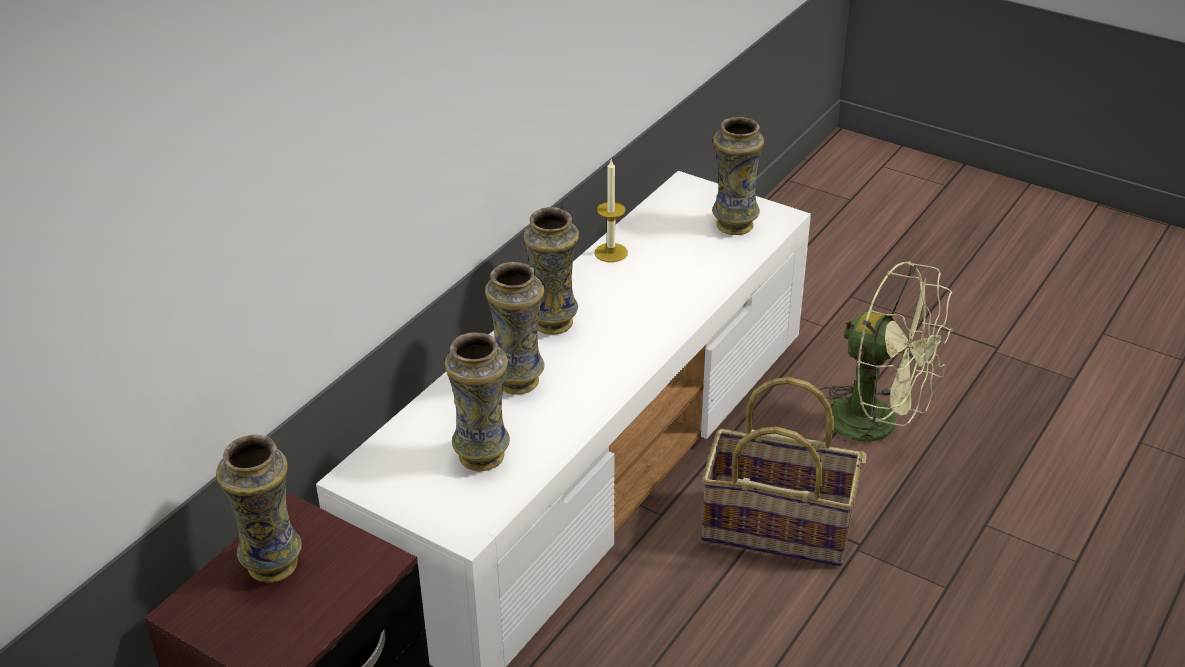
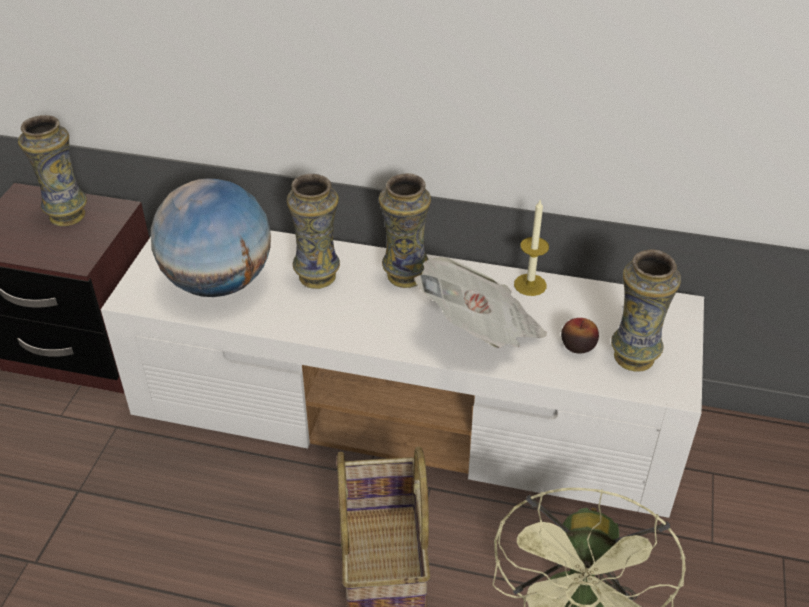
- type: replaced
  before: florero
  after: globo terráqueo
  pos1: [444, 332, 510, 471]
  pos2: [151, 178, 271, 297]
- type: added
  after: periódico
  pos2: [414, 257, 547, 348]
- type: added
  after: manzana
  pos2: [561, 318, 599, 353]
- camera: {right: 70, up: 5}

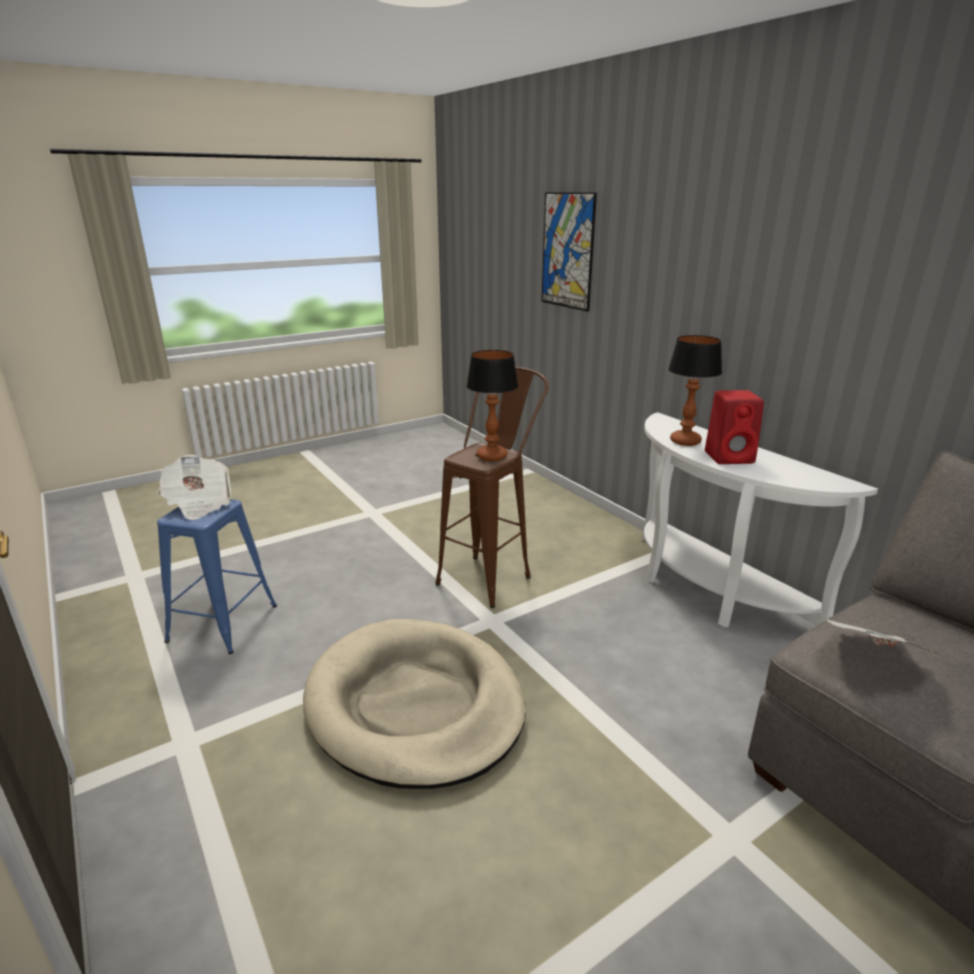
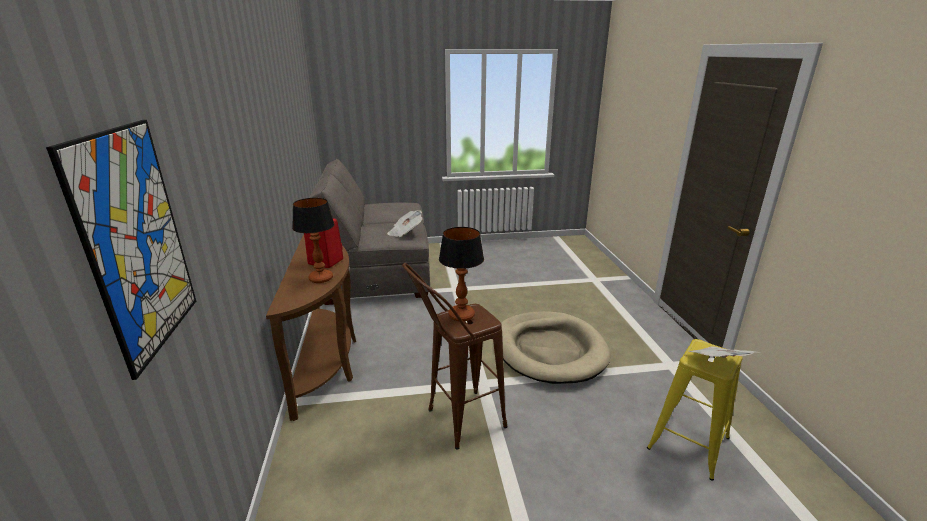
- type: recoloured
  before: taburete/azul
  after: taburete/amarillo
  pos1: [157, 499, 277, 654]
  pos2: [647, 339, 743, 481]
- type: recoloured
  before: mesa consola/blanco
  after: mesa consola/marrón
  pos1: [642, 412, 878, 627]
  pos2: [266, 235, 356, 421]
- camera: {right: -155, up: 0}

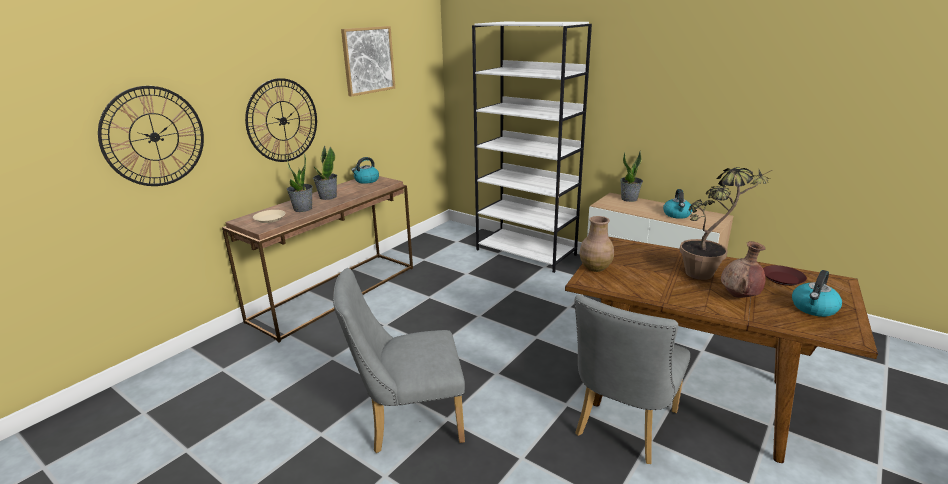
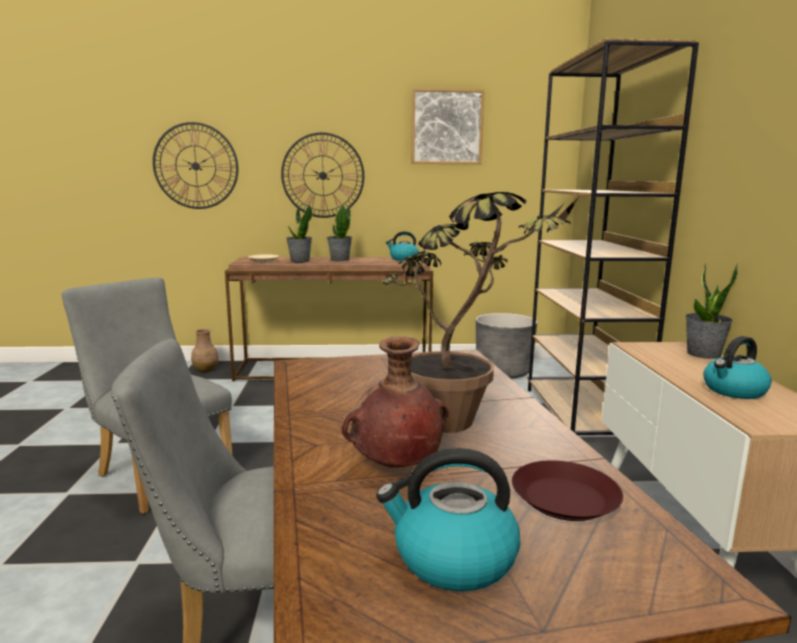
- type: recoloured
  before: estantería/blanco
  after: estantería/marrón
  pos1: [472, 22, 592, 273]
  pos2: [528, 38, 699, 435]
- type: moved
  before: florero/marrón
  pos1: [580, 216, 614, 272]
  pos2: [191, 329, 219, 372]
- type: added
  after: maceta/gris
  pos2: [476, 313, 537, 379]
- camera: {right: 50, up: -10}

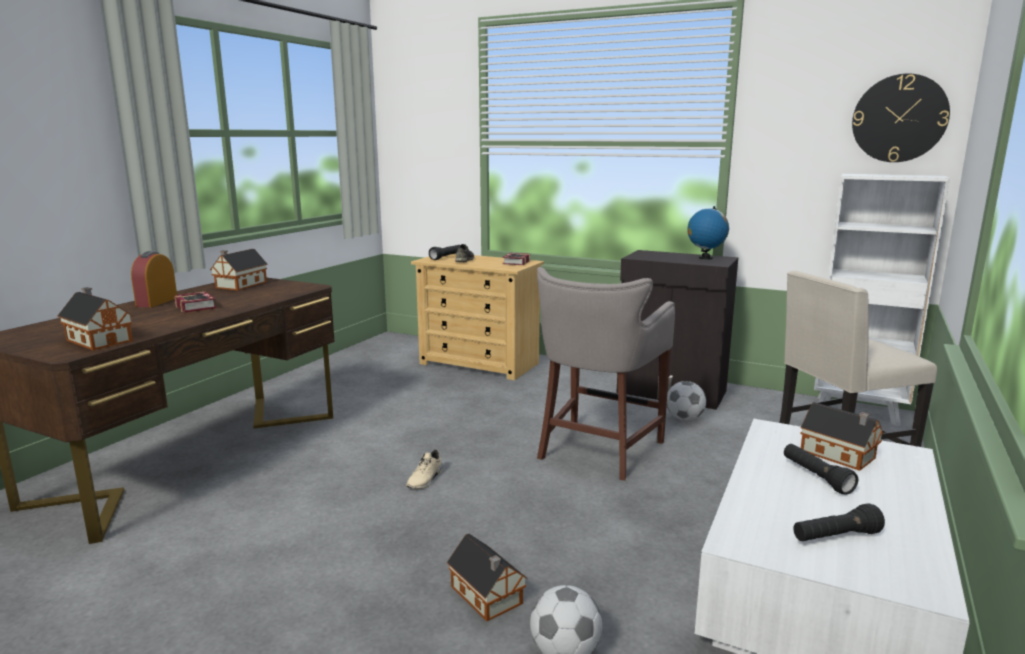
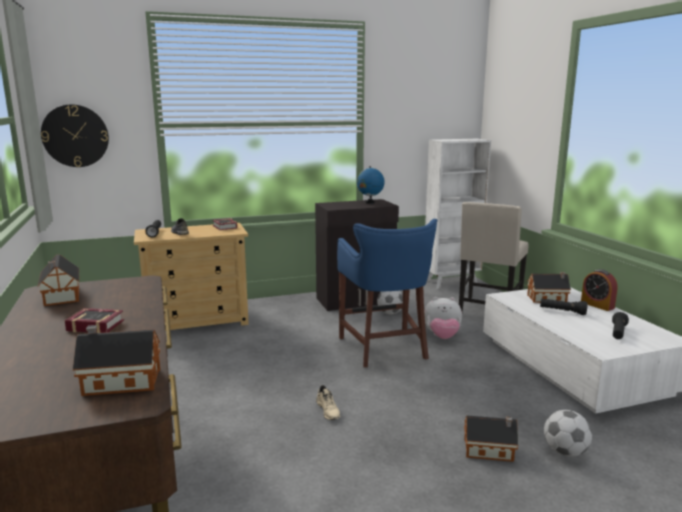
- type: moved
  before: despertador
  pos1: [131, 251, 177, 308]
  pos2: [581, 269, 618, 311]
- type: recoloured
  before: taburete/gris
  after: taburete/azul
  pos1: [537, 267, 675, 481]
  pos2: [337, 219, 437, 367]
- type: moved
  before: reloj de pared
  pos1: [852, 73, 950, 162]
  pos2: [41, 104, 109, 167]
- type: added
  after: peluche
  pos2: [424, 297, 462, 339]
- camera: {right: -45, up: 0}

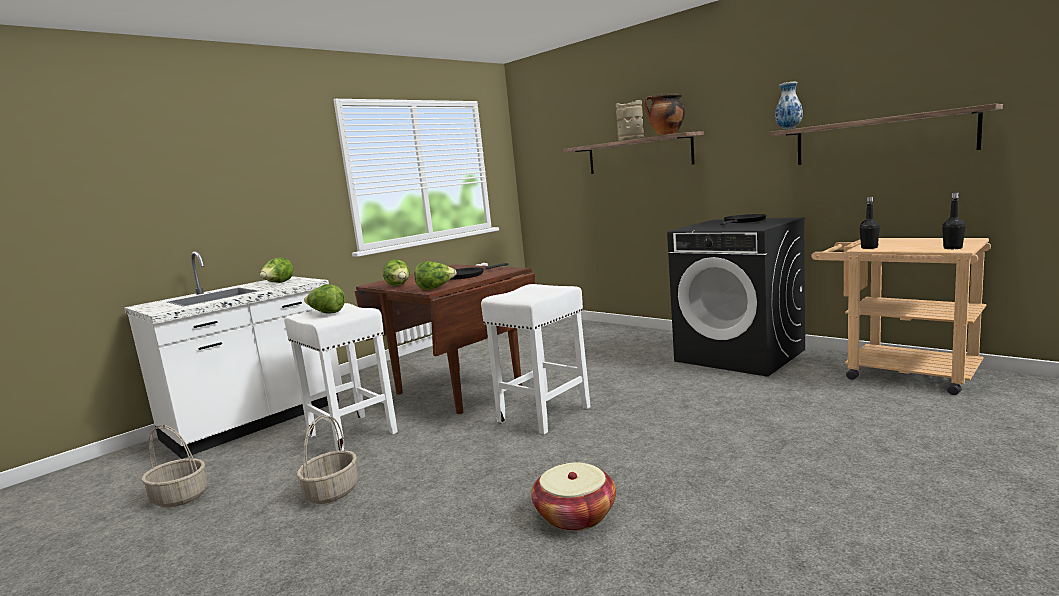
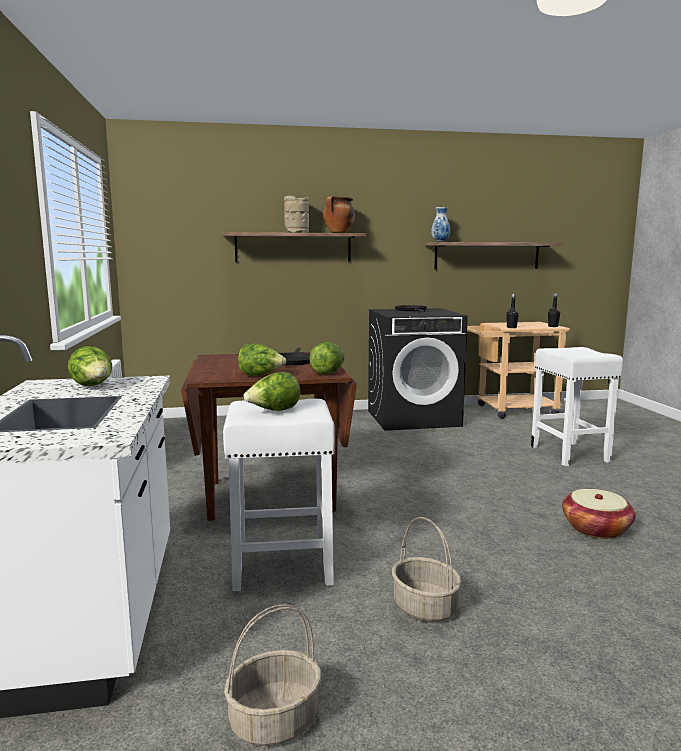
- type: moved
  before: taburete/blanco
  pos1: [481, 284, 591, 434]
  pos2: [531, 347, 623, 466]
- camera: {right: -55, up: 0}

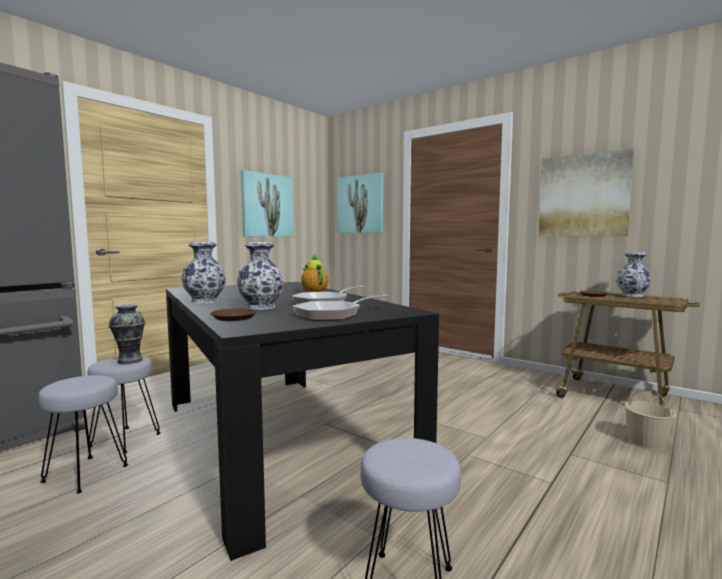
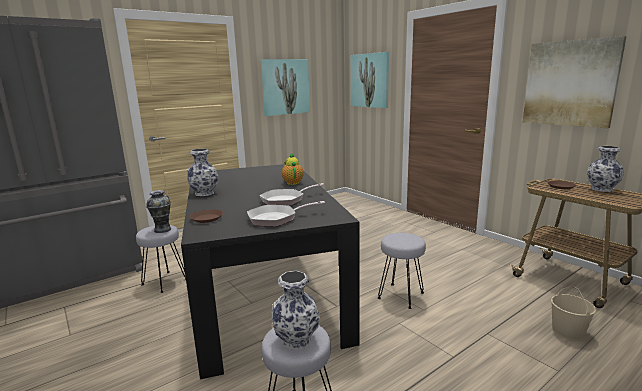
- type: moved
  before: taburete/gris
  pos1: [38, 375, 128, 494]
  pos2: [378, 233, 426, 309]
- type: moved
  before: florero
  pos1: [237, 242, 284, 310]
  pos2: [271, 271, 320, 350]
- camera: {right: 15, up: 10}

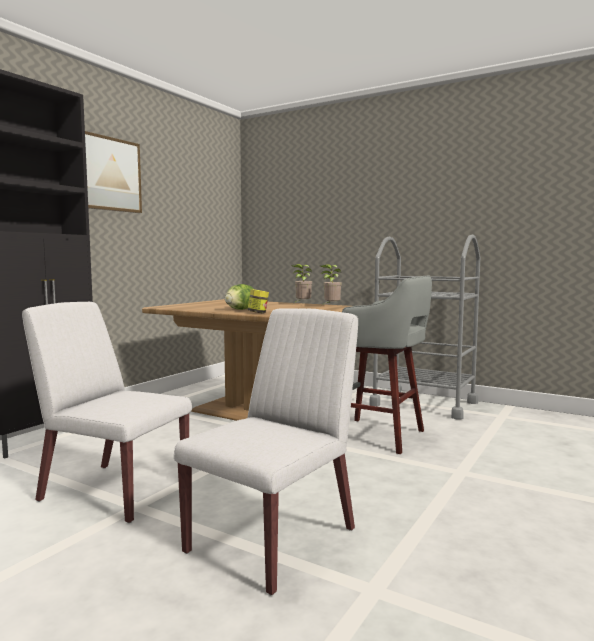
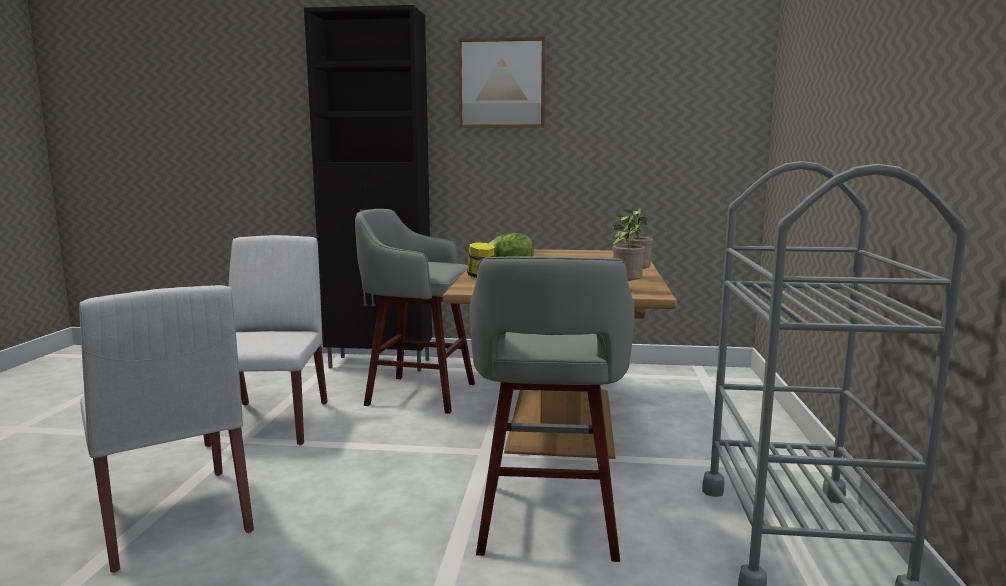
- type: turned
  before: silla/blanco
  pos1: [174, 308, 358, 595]
  pos2: [79, 285, 254, 573]
  turn: 45
- type: added
  after: taburete/gris
  pos2: [355, 209, 475, 414]
- camera: {right: 65, up: 5}

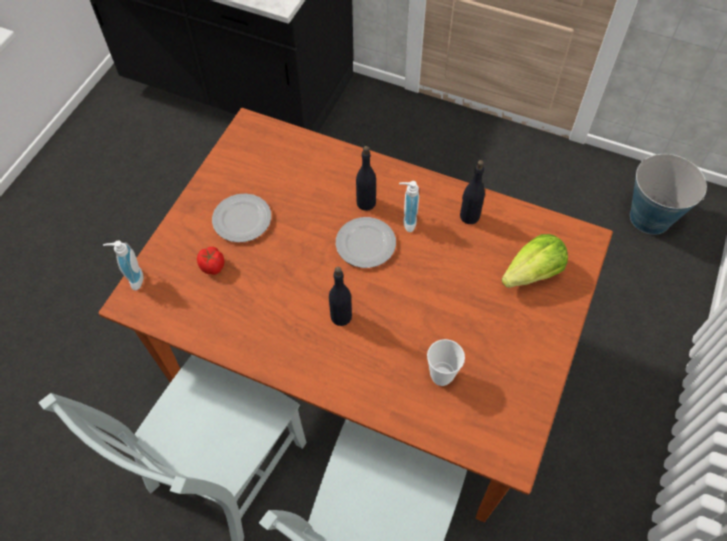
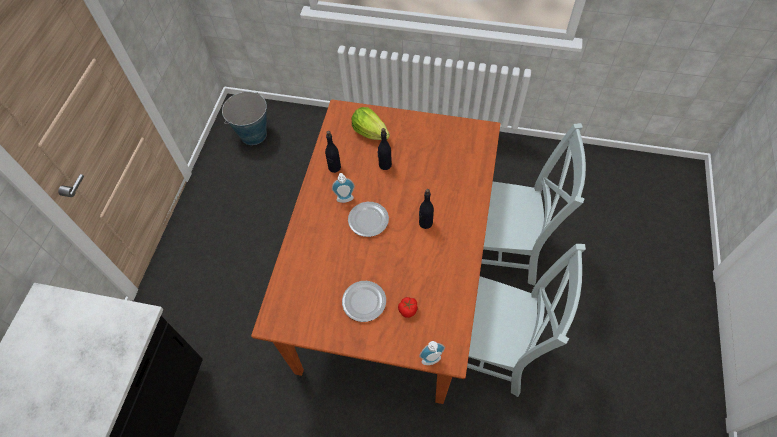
- type: moved
  before: botella/negro
  pos1: [356, 146, 376, 211]
  pos2: [378, 128, 392, 170]
- type: removed
  before: taza
  pos1: [427, 339, 465, 386]
- camera: {right: -100, up: 0}

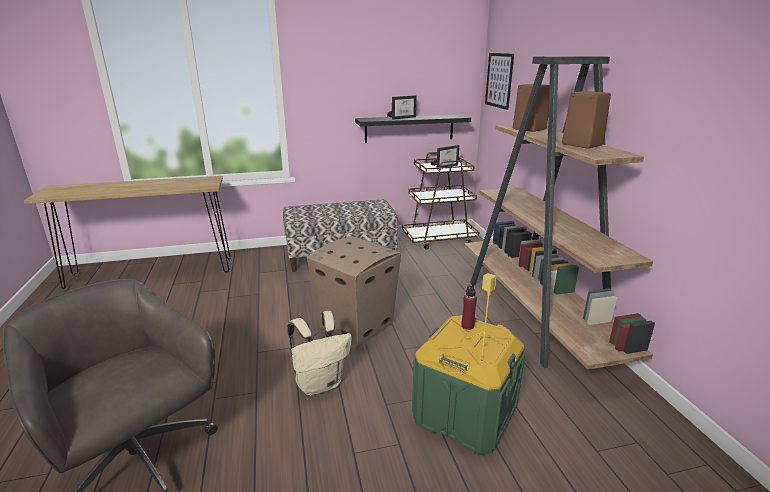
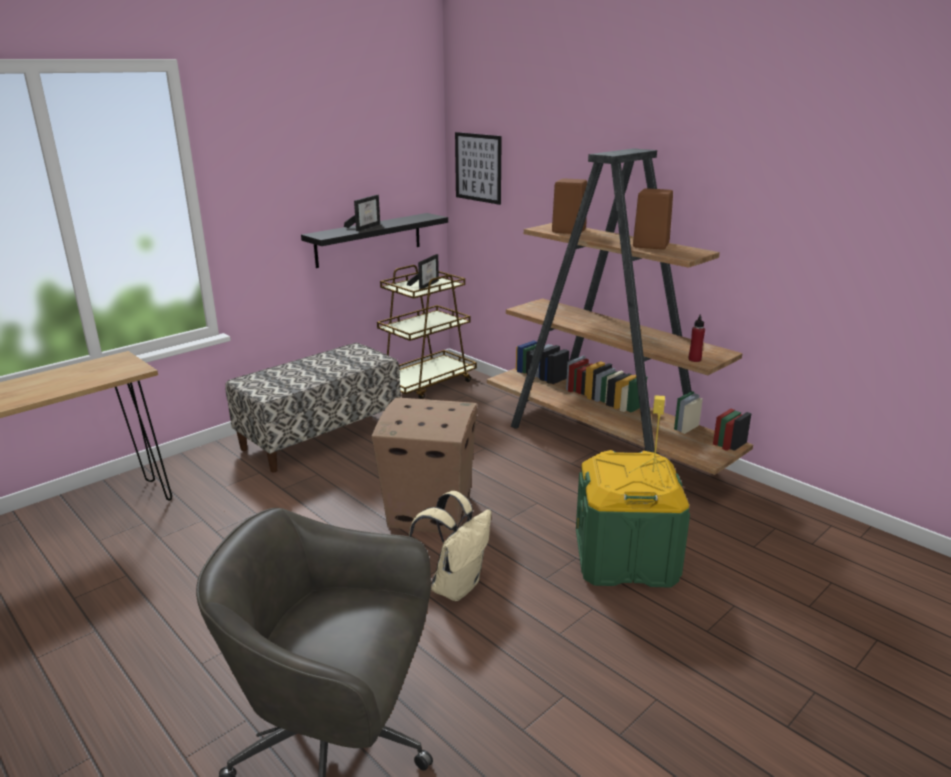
- type: moved
  before: botella/rojo
  pos1: [461, 284, 477, 330]
  pos2: [689, 315, 705, 362]
- camera: {right: -30, up: 0}

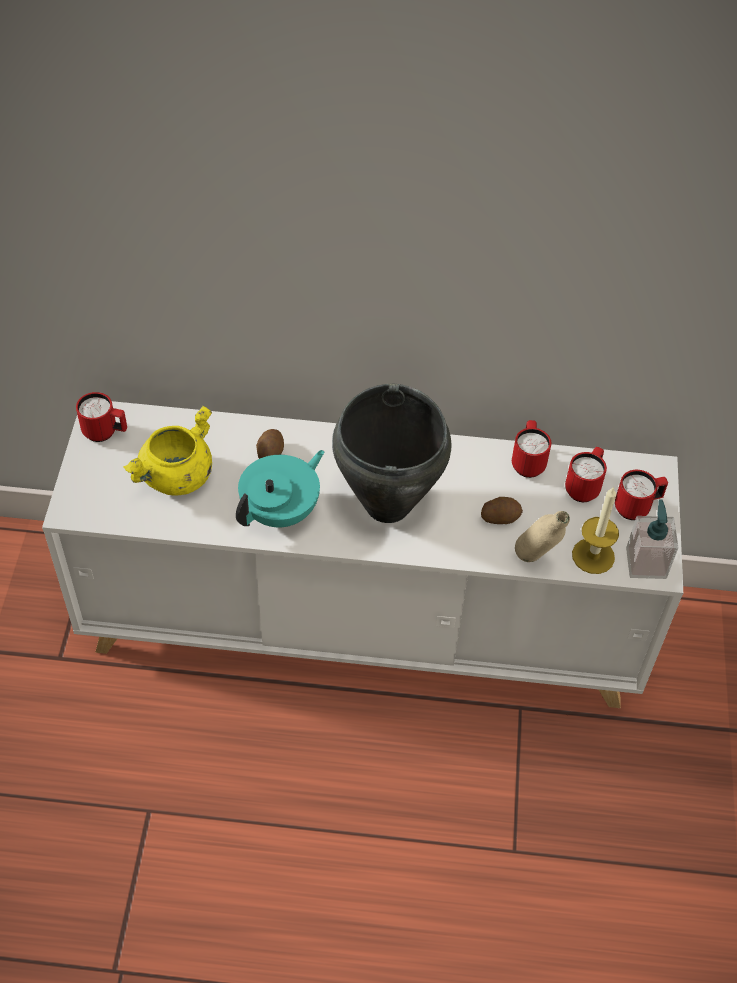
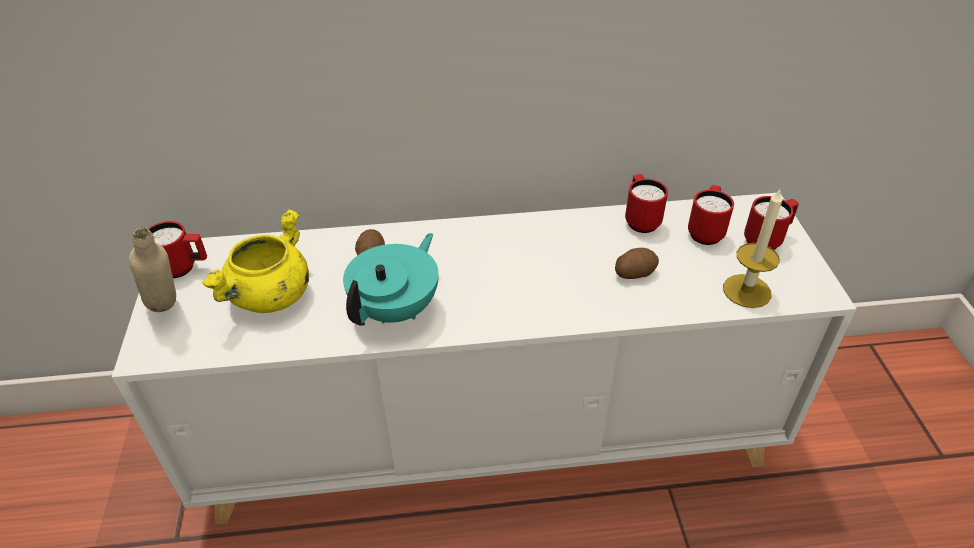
- type: removed
  before: olla/negro
  pos1: [332, 384, 452, 523]
- type: moved
  before: botella/beis
  pos1: [515, 511, 570, 562]
  pos2: [129, 227, 176, 312]
- type: removed
  before: dispensador de jabón
  pos1: [626, 499, 679, 579]
- camera: {right: -10, up: -10}

